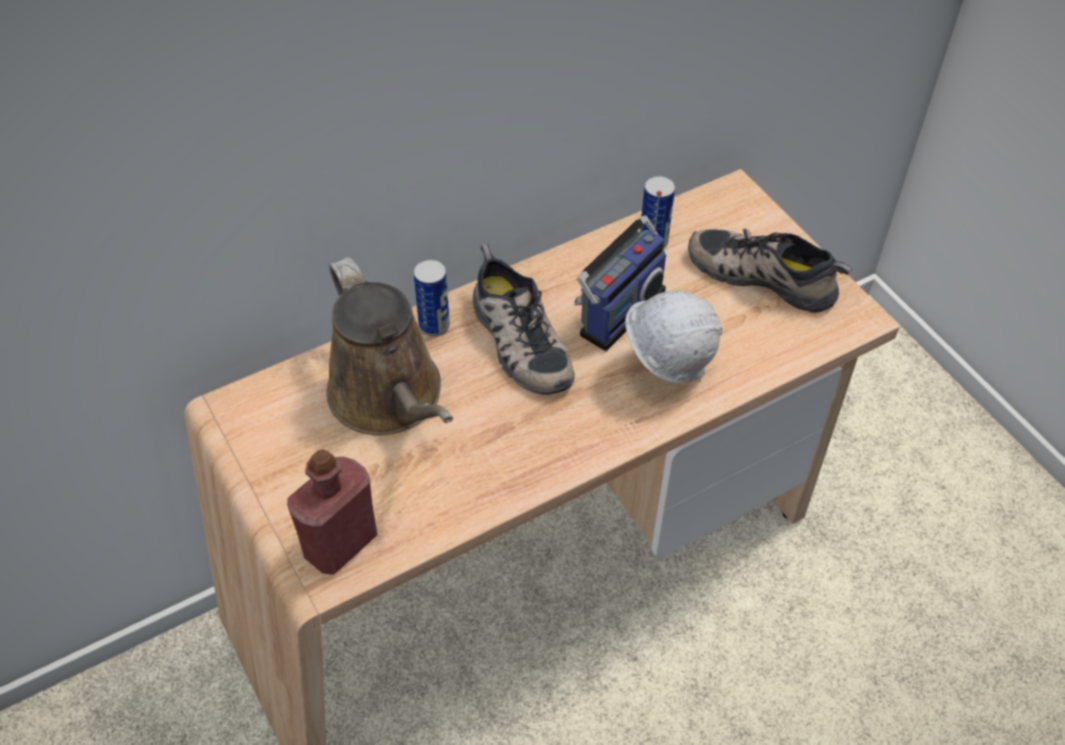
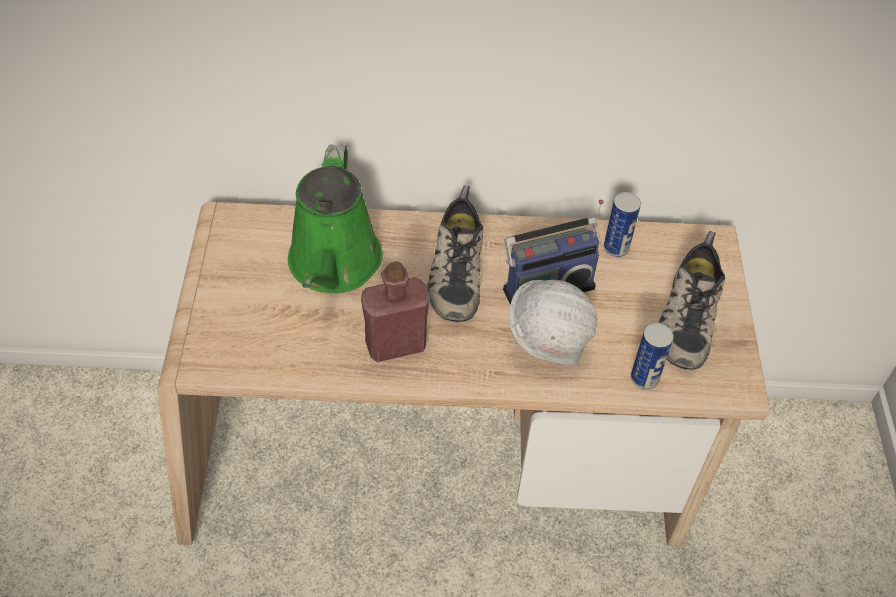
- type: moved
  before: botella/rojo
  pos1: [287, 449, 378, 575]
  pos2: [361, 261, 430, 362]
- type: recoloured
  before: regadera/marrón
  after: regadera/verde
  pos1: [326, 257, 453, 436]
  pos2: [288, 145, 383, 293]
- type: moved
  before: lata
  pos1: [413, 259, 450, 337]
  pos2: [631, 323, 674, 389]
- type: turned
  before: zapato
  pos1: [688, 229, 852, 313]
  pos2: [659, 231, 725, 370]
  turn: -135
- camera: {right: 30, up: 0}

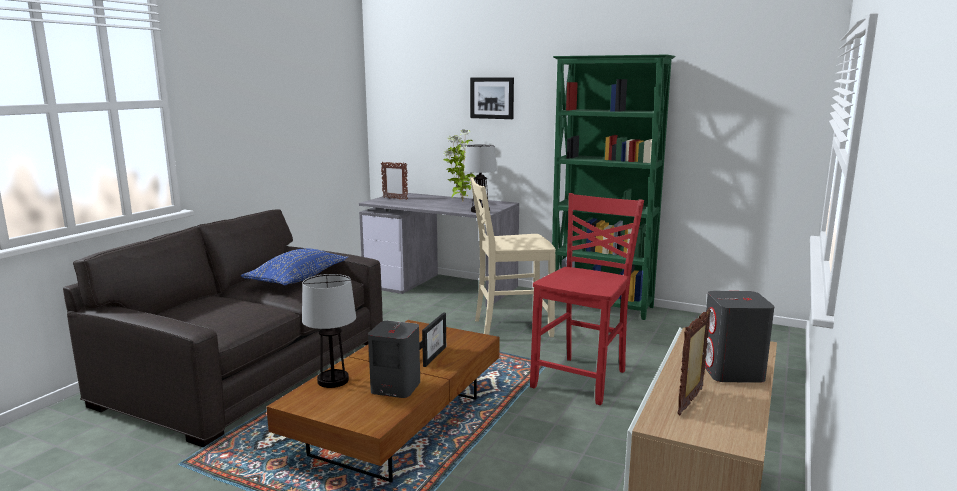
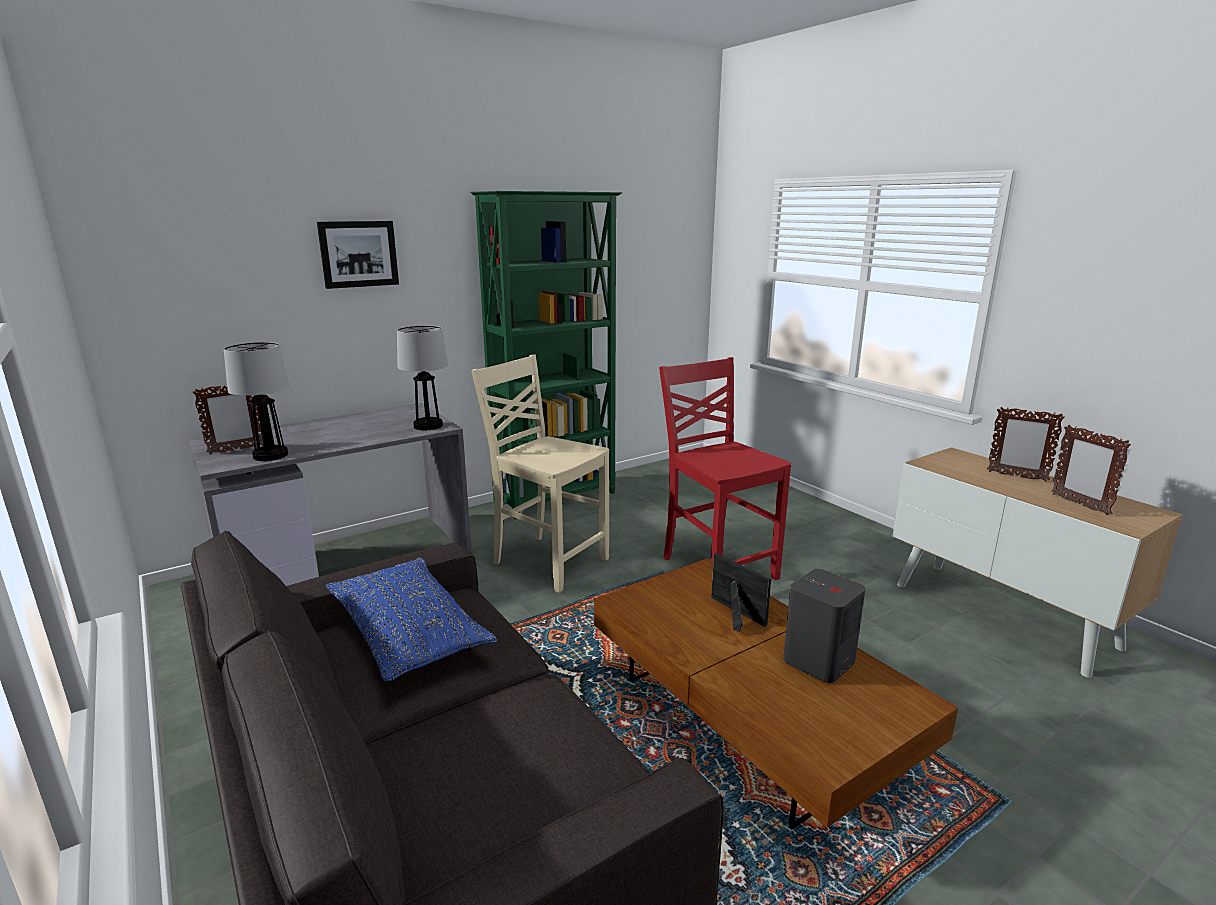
- type: moved
  before: lámpara de mesa
  pos1: [302, 274, 356, 388]
  pos2: [224, 342, 290, 461]
- type: removed
  before: planta en maceta
  pos1: [443, 129, 476, 202]
- type: turned
  before: silla/beis
  pos1: [470, 176, 556, 337]
  pos2: [471, 355, 609, 593]
  turn: 105
- type: replaced
  before: altavoz/gris
  after: portarretratos
  pos1: [705, 291, 774, 383]
  pos2: [987, 407, 1065, 482]
- camera: {right: -60, up: 5}

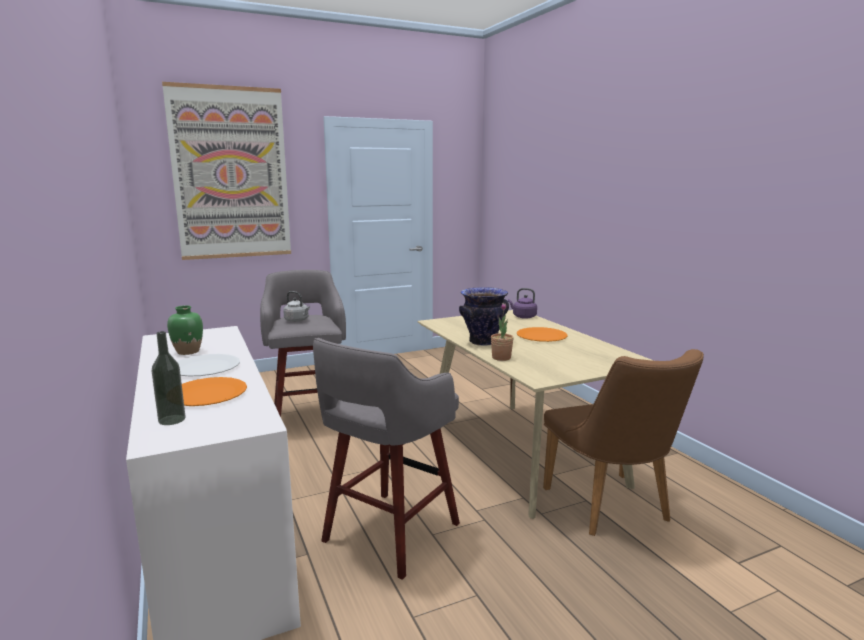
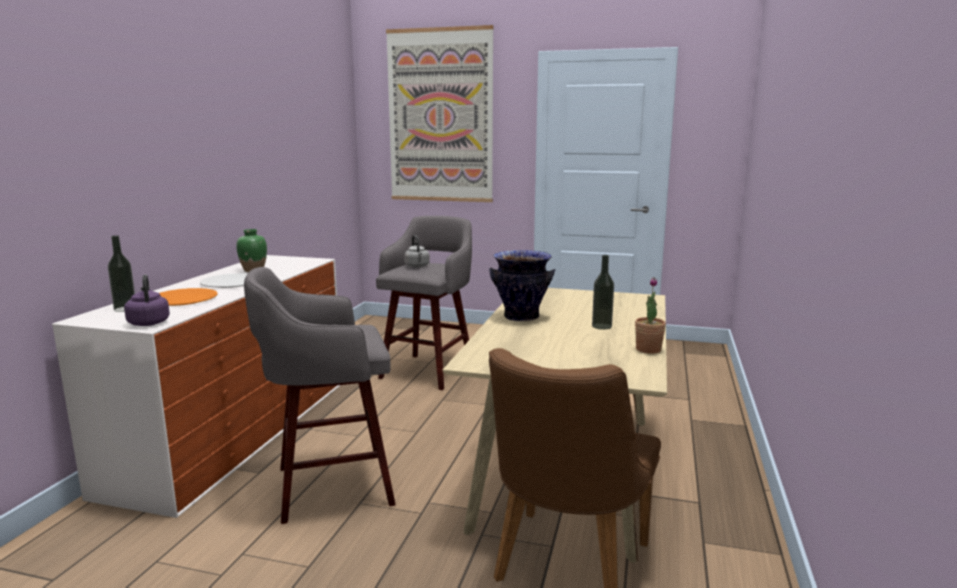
- type: moved
  before: planta en maceta
  pos1: [491, 303, 514, 361]
  pos2: [635, 277, 666, 354]
- type: moved
  before: hervidor/morado
  pos1: [508, 288, 537, 319]
  pos2: [124, 275, 170, 326]
- type: replaced
  before: plato/naranja
  after: botella
  pos1: [517, 327, 568, 342]
  pos2: [592, 255, 614, 330]
- camera: {right: 40, up: 0}

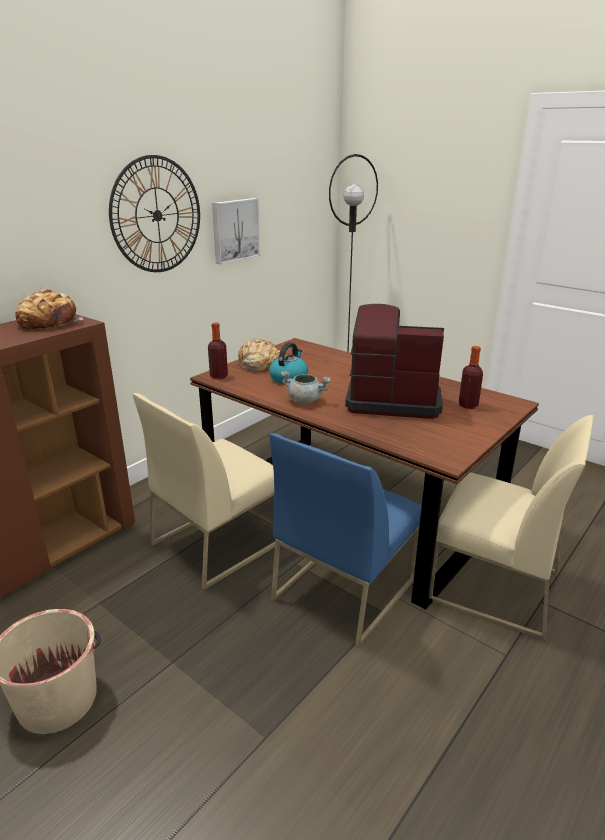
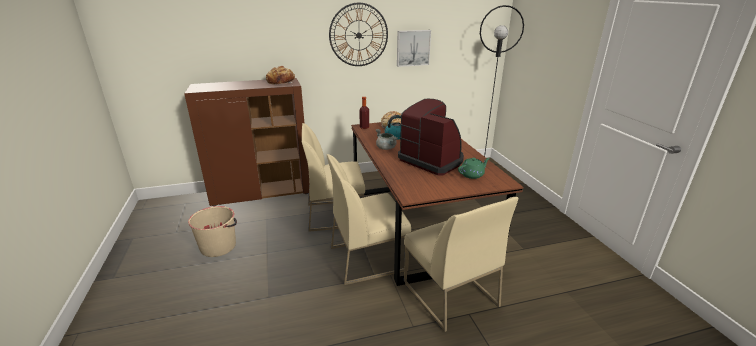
- type: recoloured
  before: silla/azul
  after: silla/beis
  pos1: [269, 433, 422, 648]
  pos2: [326, 154, 411, 285]
- type: replaced
  before: botella
  after: tetera/verde
  pos1: [459, 346, 483, 409]
  pos2: [458, 158, 490, 179]
- camera: {right: 35, up: 0}

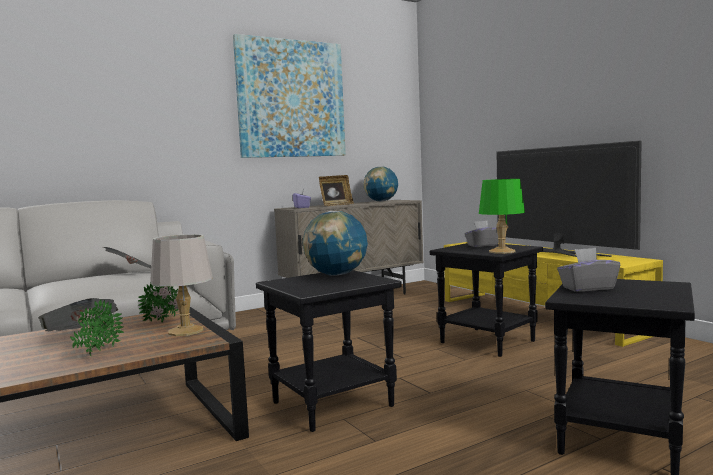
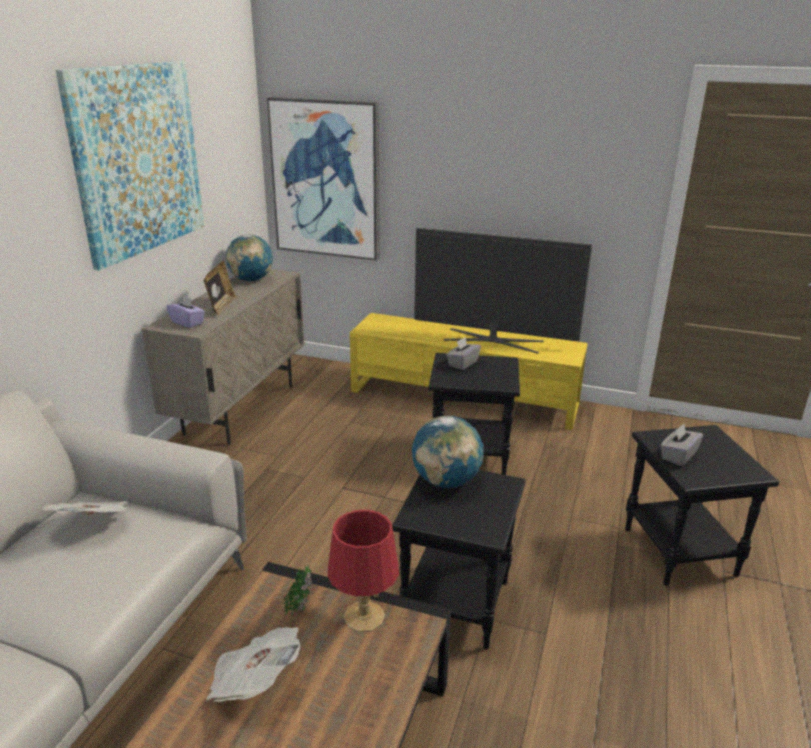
- type: removed
  before: planta en maceta
  pos1: [70, 300, 124, 356]
- type: recoloured
  before: lámpara de mesa/gris
  after: lámpara de mesa/rojo
  pos1: [150, 234, 213, 336]
  pos2: [327, 510, 399, 632]
- type: removed
  before: lámpara de mesa/verde
  pos1: [479, 179, 525, 254]
- type: added
  after: cuadro
  pos2: [267, 97, 380, 261]
- camera: {right: -40, up: 20}

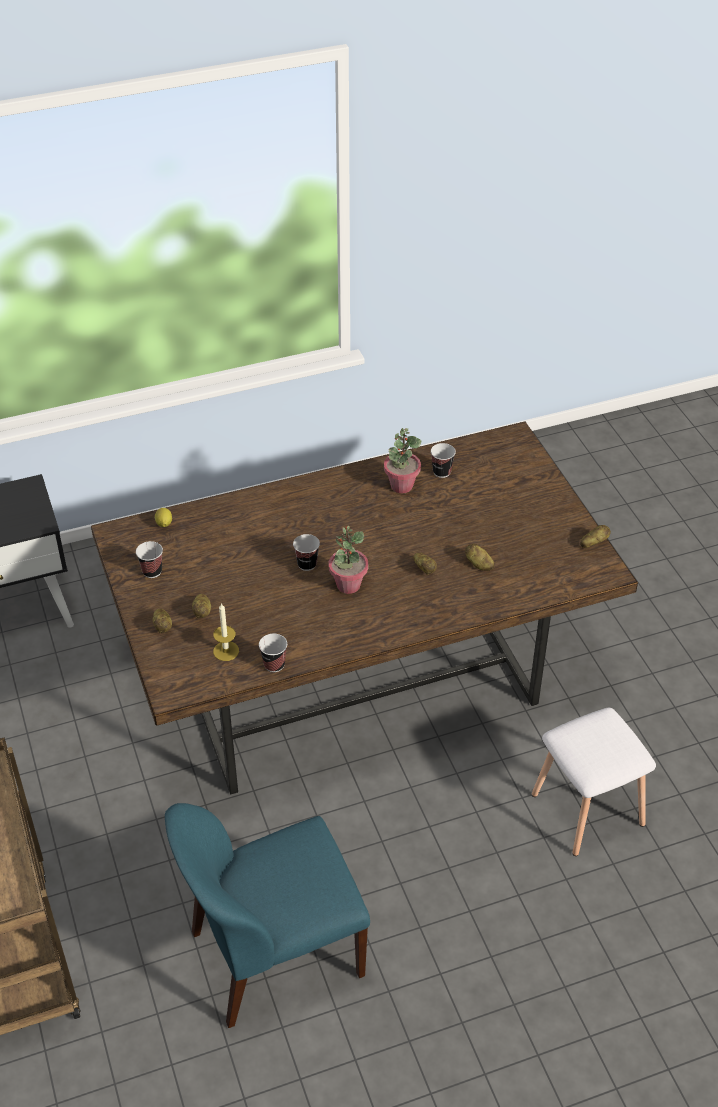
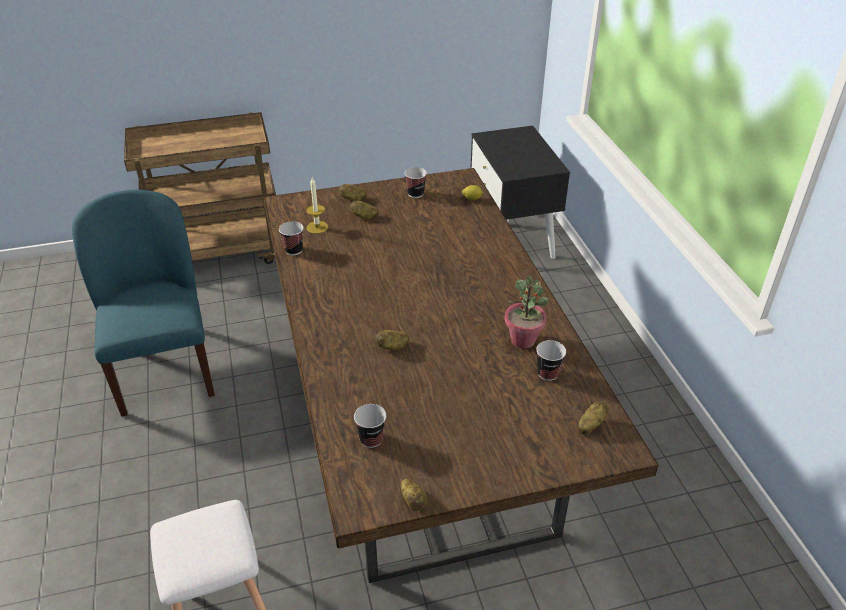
- type: moved
  before: taza
  pos1: [293, 534, 320, 571]
  pos2: [354, 404, 386, 448]
- type: removed
  before: planta en maceta
  pos1: [329, 526, 368, 594]
- type: moved
  before: patata
  pos1: [465, 544, 494, 571]
  pos2: [578, 401, 609, 434]
- camera: {right: 95, up: -5}

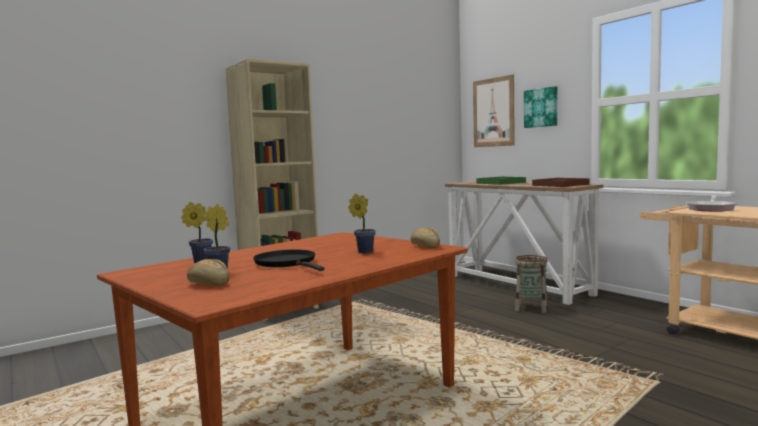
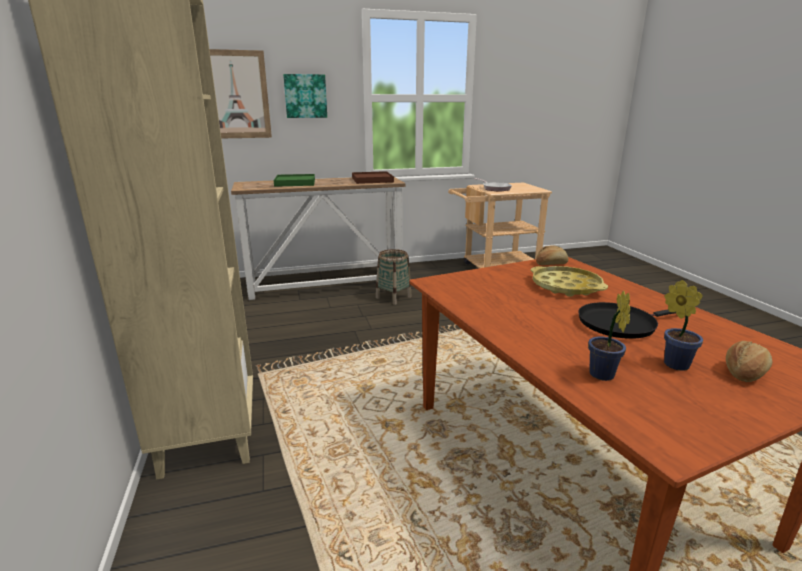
- type: replaced
  before: planta en maceta
  after: bandeja/amarillo
  pos1: [348, 194, 376, 253]
  pos2: [531, 266, 608, 297]
- camera: {right: -70, up: 15}

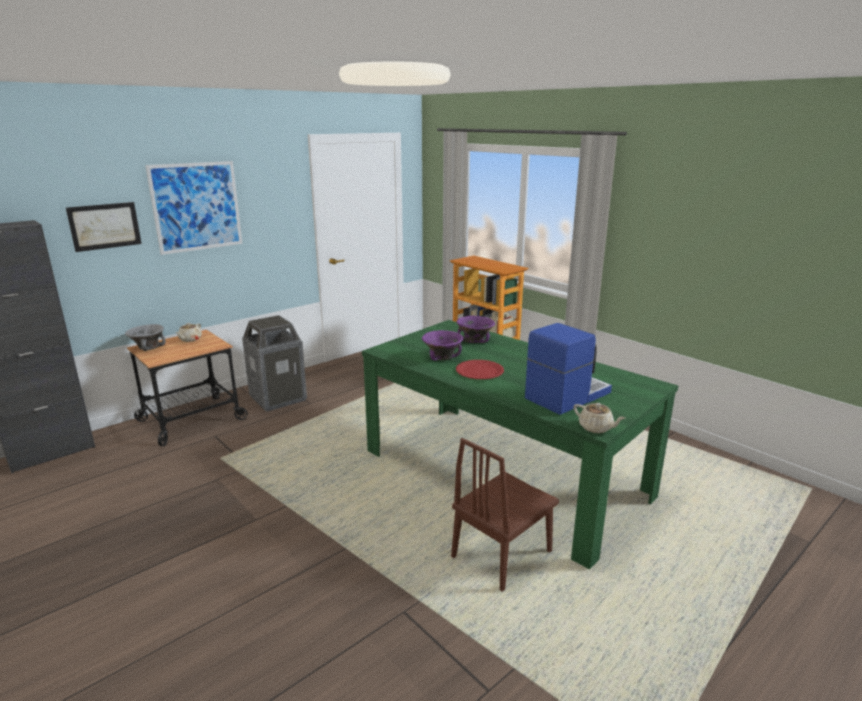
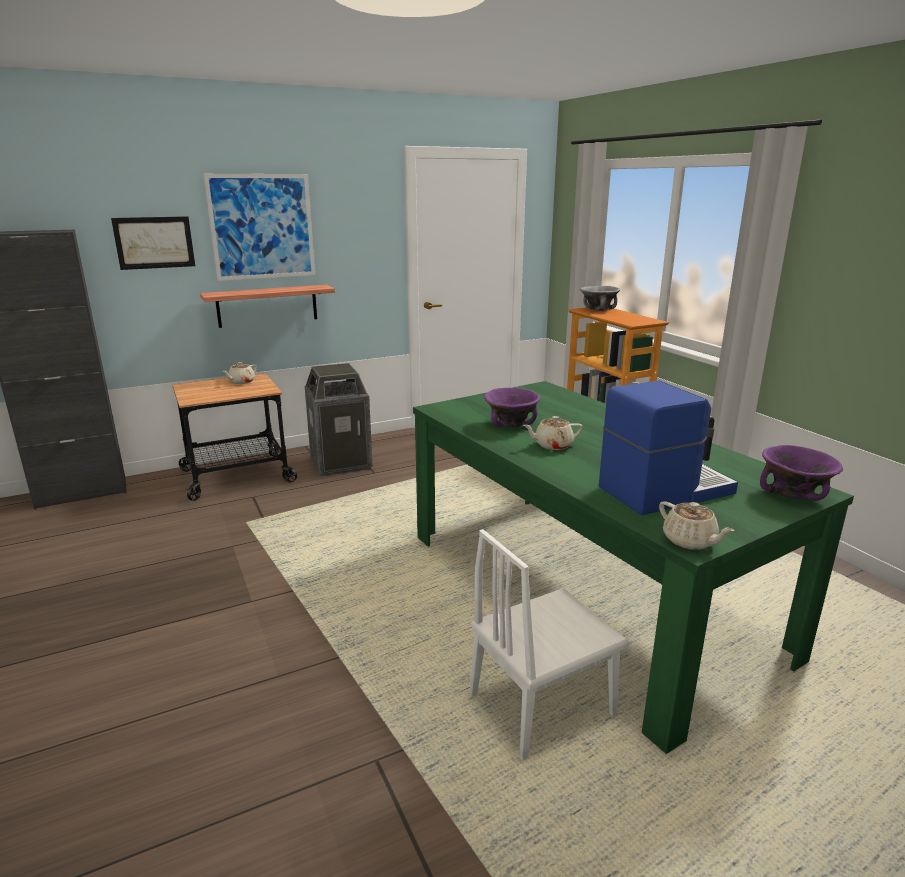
- type: moved
  before: cuenco/gris
  pos1: [125, 324, 166, 351]
  pos2: [580, 286, 620, 311]
- type: recoloured
  before: silla/marrón
  after: silla/blanco
  pos1: [451, 438, 559, 592]
  pos2: [469, 529, 630, 761]
- type: moved
  before: cuenco/morado
  pos1: [456, 316, 495, 343]
  pos2: [760, 445, 843, 501]
- type: replaced
  before: plato/rojo
  after: tetera/beis
  pos1: [456, 360, 504, 379]
  pos2: [523, 416, 583, 450]
- type: added
  after: estante
  pos2: [200, 285, 335, 328]
- camera: {right: 15, up: 0}

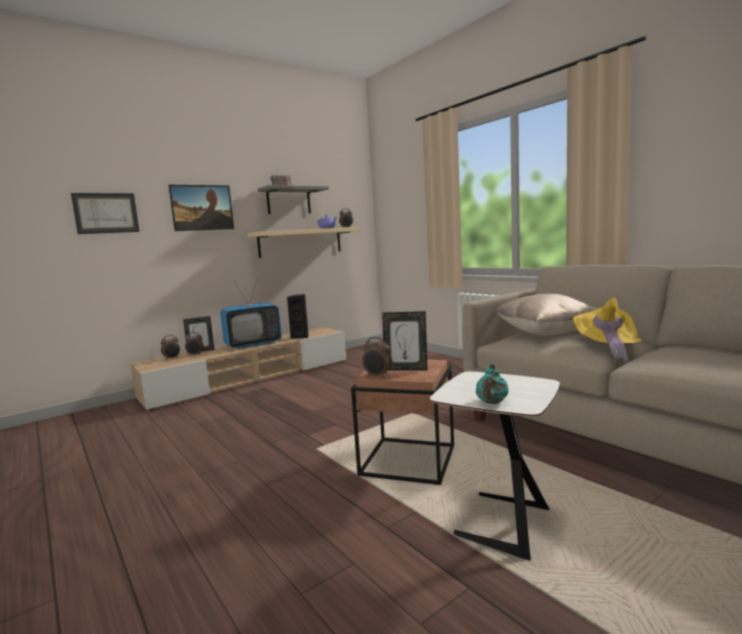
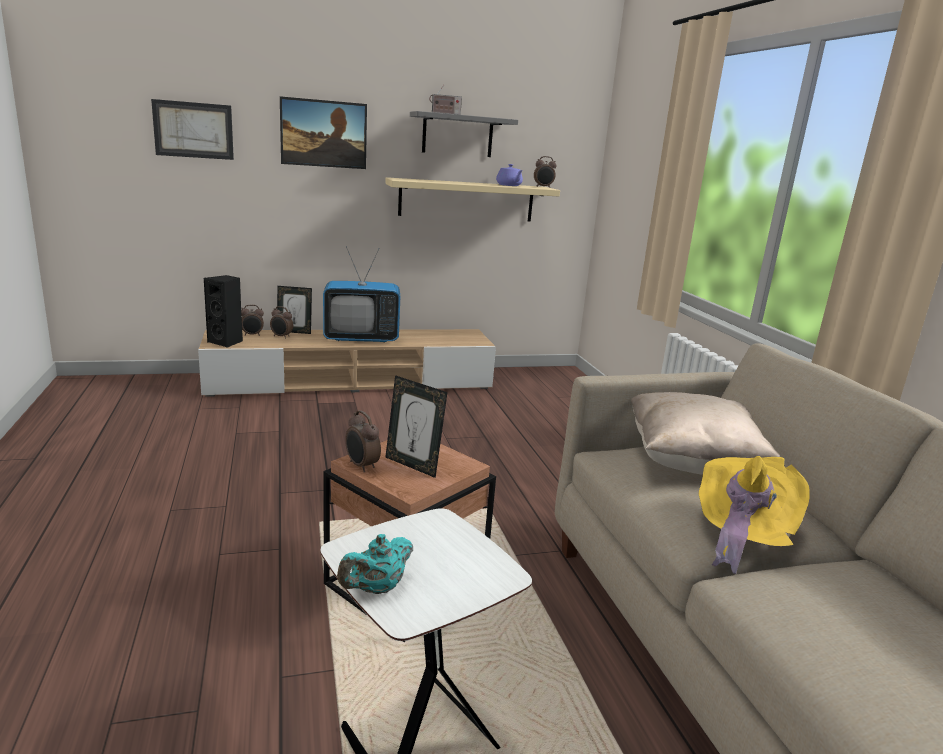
- type: moved
  before: altavoz/negro
  pos1: [287, 294, 309, 339]
  pos2: [204, 275, 243, 348]
- camera: {right: 20, up: 10}

